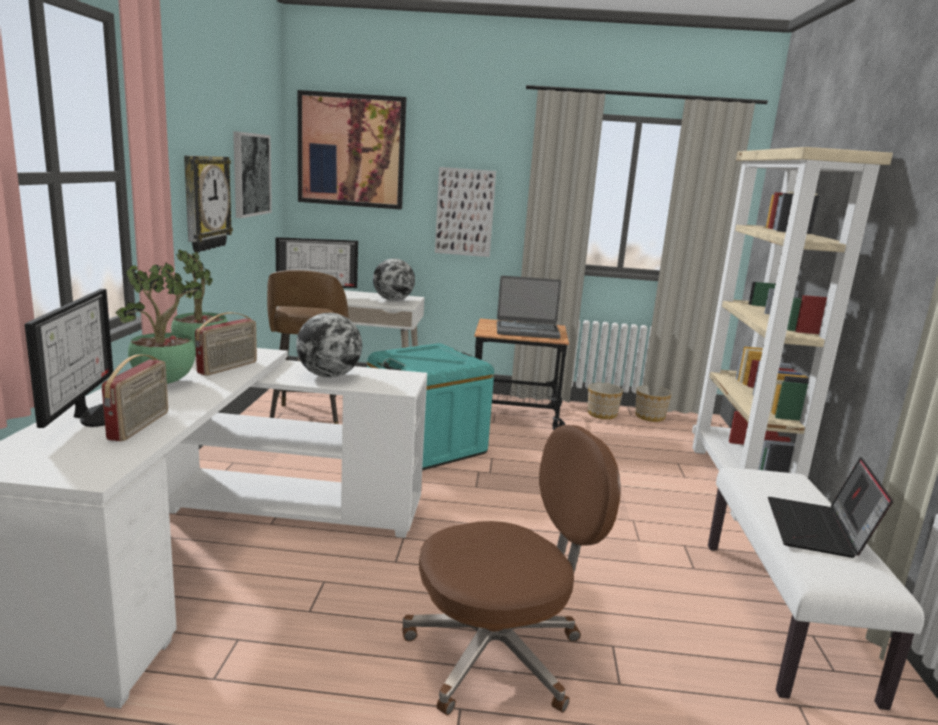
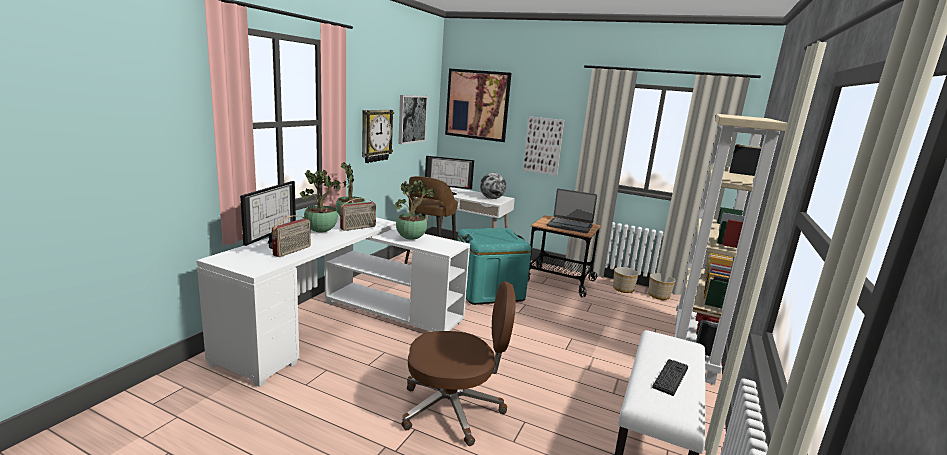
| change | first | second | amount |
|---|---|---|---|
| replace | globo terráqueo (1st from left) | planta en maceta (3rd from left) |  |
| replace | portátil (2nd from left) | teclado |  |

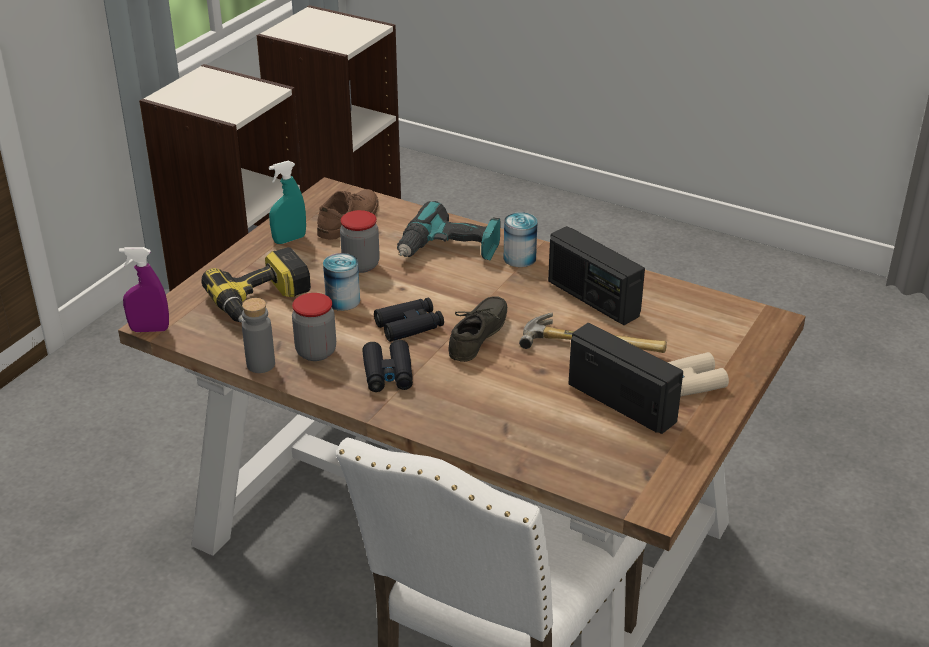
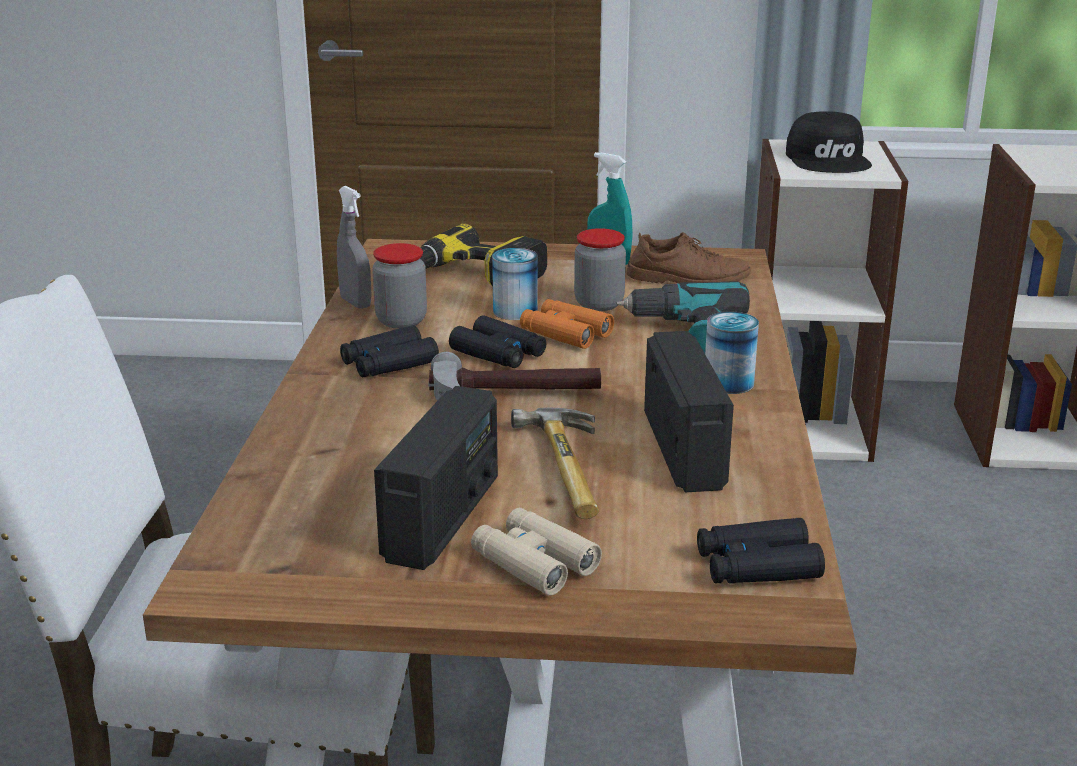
| change | first | second | amount |
|---|---|---|---|
| delete | pulverizador/morado |  |  |
| insert |  | prismáticos/naranja |  |
| insert |  | prismáticos/negro (3rd from left) |  |
| insert |  | gorra/negro |  |
| replace | botella/gris | pulverizador/gris |  |
| replace | zapato/gris | martillo (1st from left) |  |
| rotate | radio (1st from left in the first image) | radio (2nd from left) | 150 degrees clockwise |

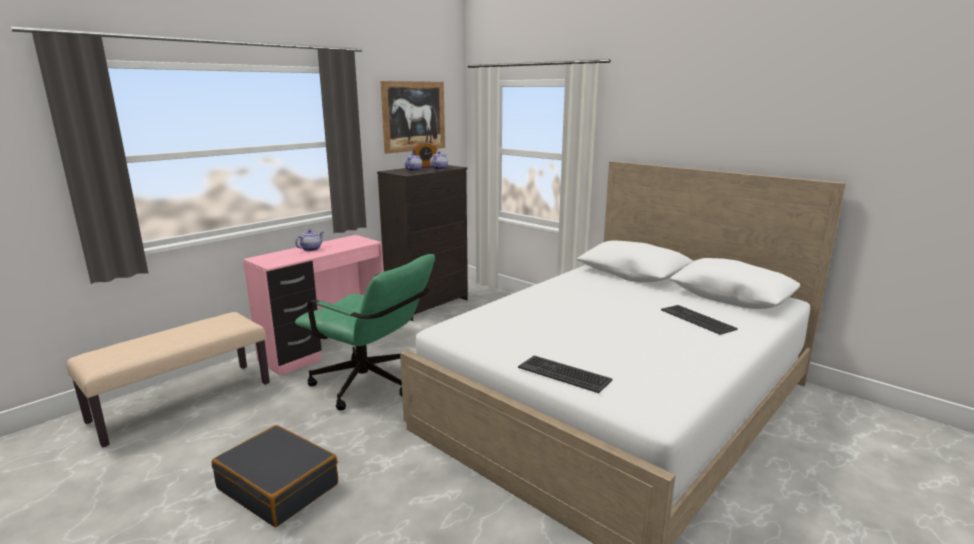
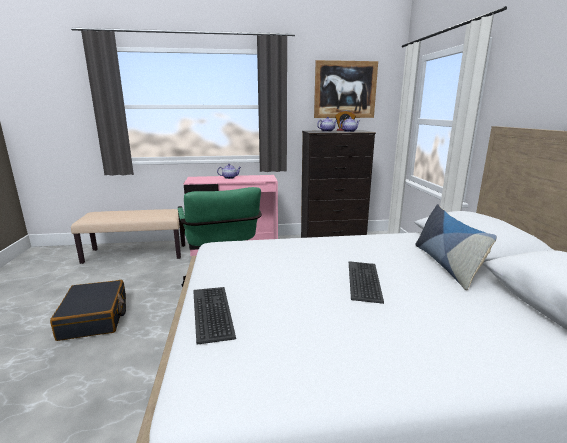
| change | first | second | amount |
|---|---|---|---|
| insert |  | cojín |  |
| move | teclado (2nd from left) |  |  |

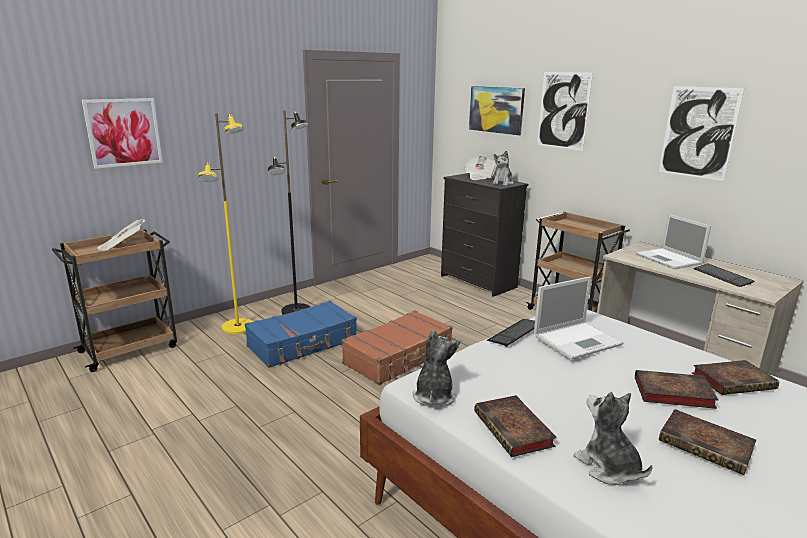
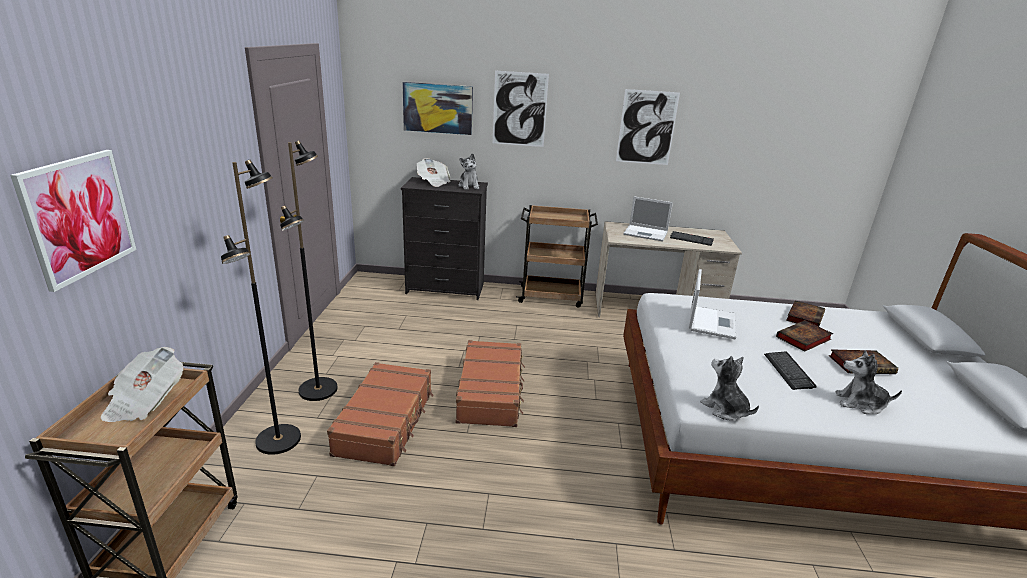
| change | first | second | amount |
|---|---|---|---|
| delete | libro (1st from left) |  |  |
| move | teclado (1st from left in the first image) | teclado (2nd from left) |  |
| recolor | lámpara de pie/amarillo | lámpara de pie/negro (1st from left) |  |
| recolor | maleta/azul | maleta/marrón (1st from left) |  |

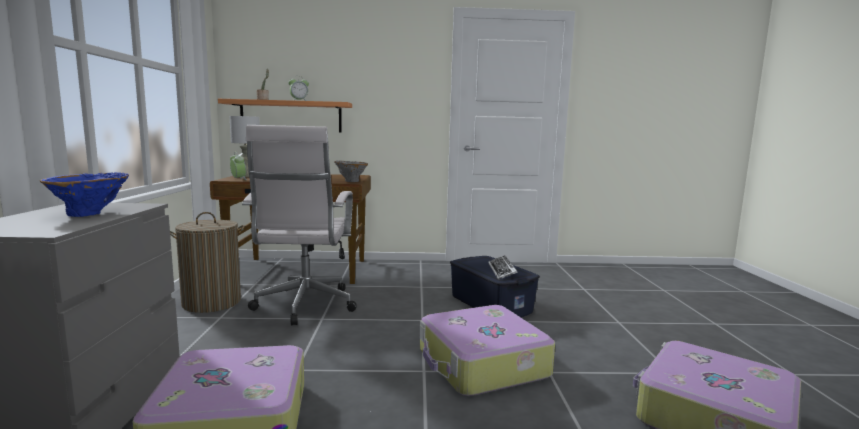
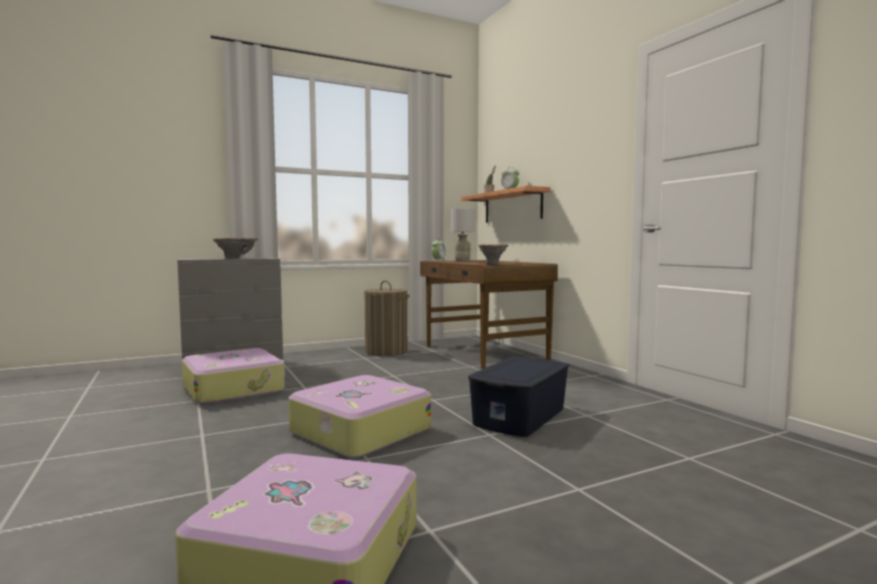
| change | first | second | amount |
|---|---|---|---|
| delete | silla de oficina/blanco |  |  |
| delete | teclado |  |  |
| recolor | florero/azul | florero/gris (1st from left) |  |

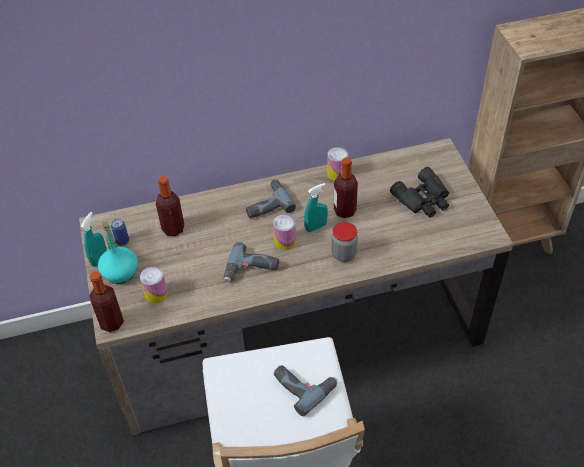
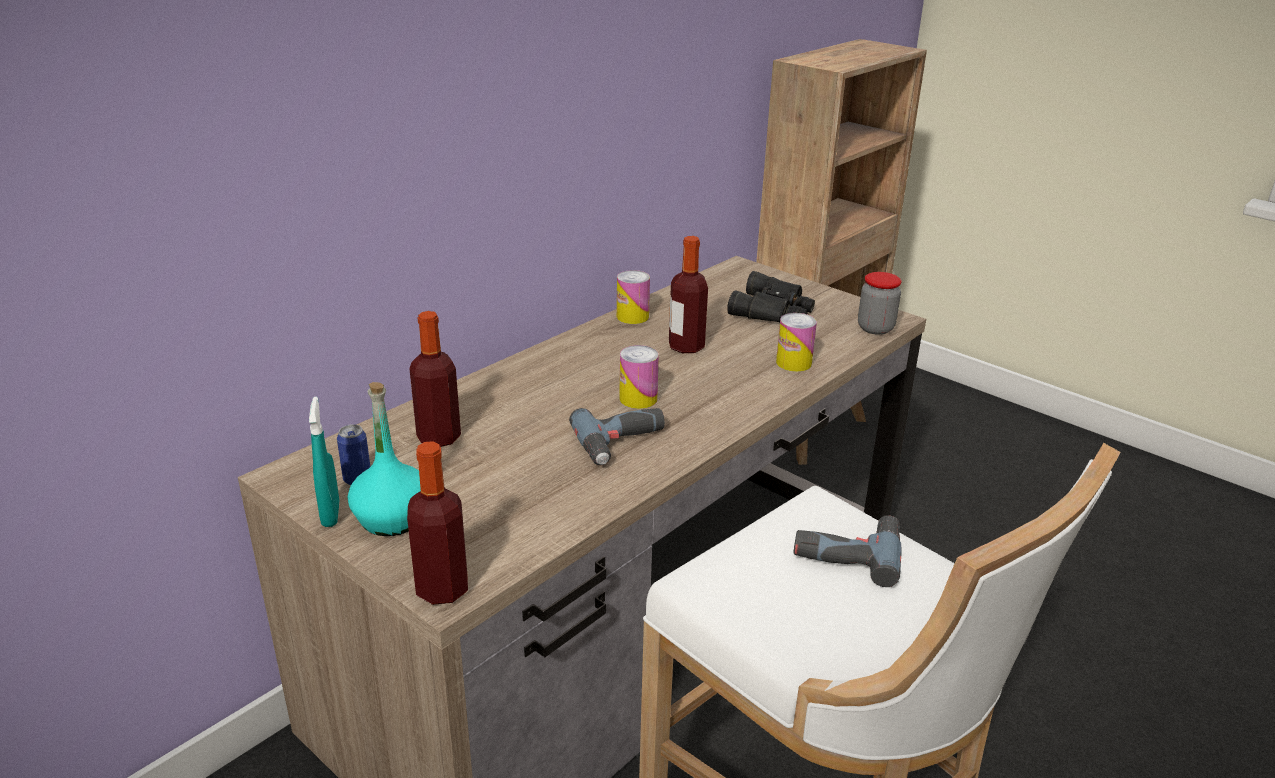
| change | first | second | amount |
|---|---|---|---|
| delete | taladro (2nd from left) |  |  |
| delete | pulverizador/turquesa (2nd from left) |  |  |
| move | lata (2nd from left in the first image) | lata (4th from left) |  |
| move | tarro |  |  |

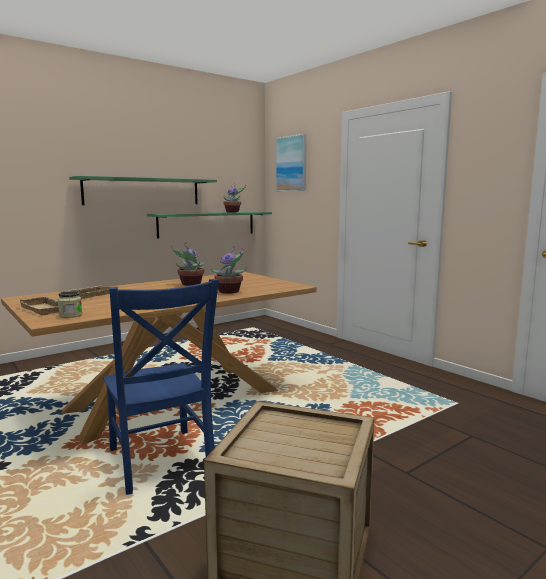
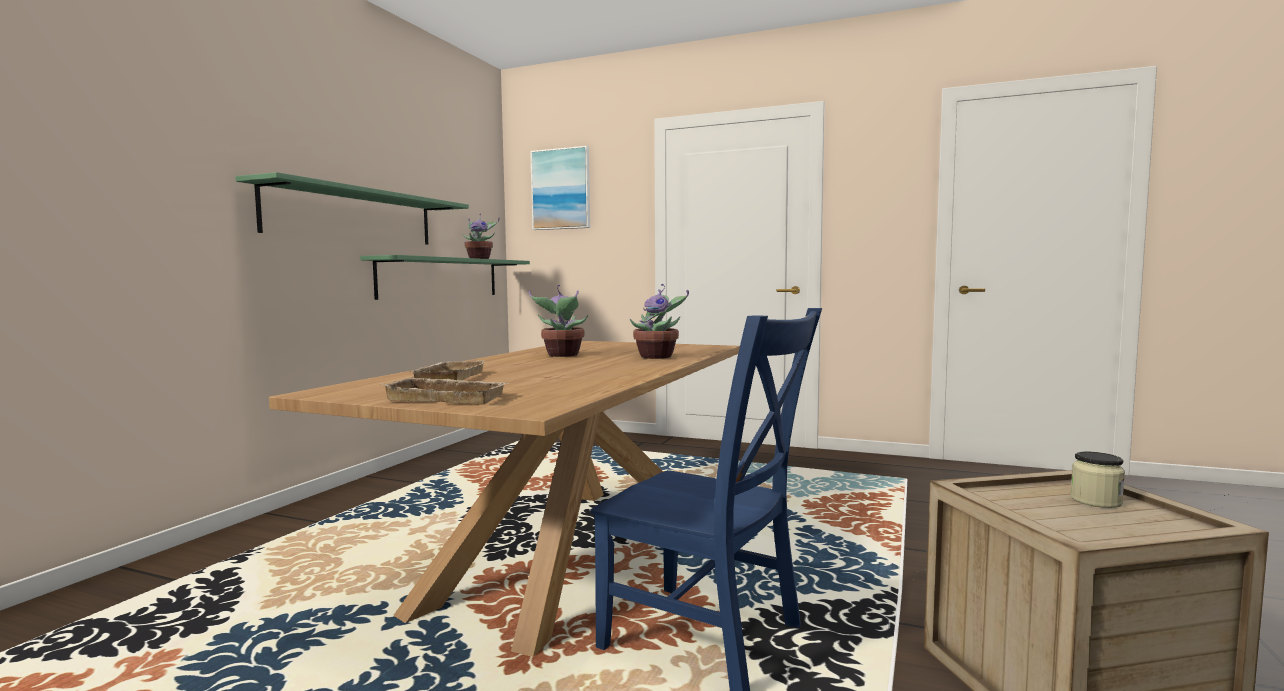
| change | first | second | amount |
|---|---|---|---|
| move | tarro |  |  |

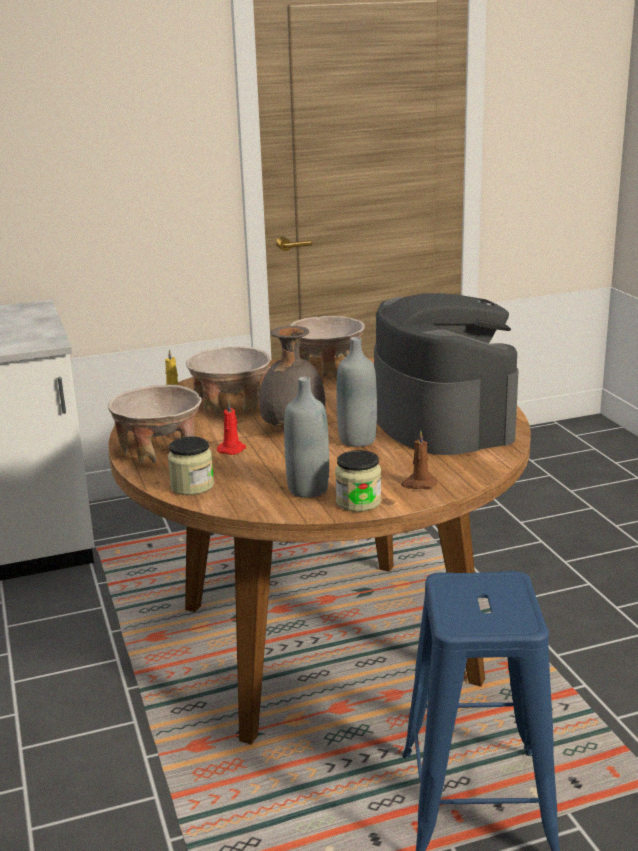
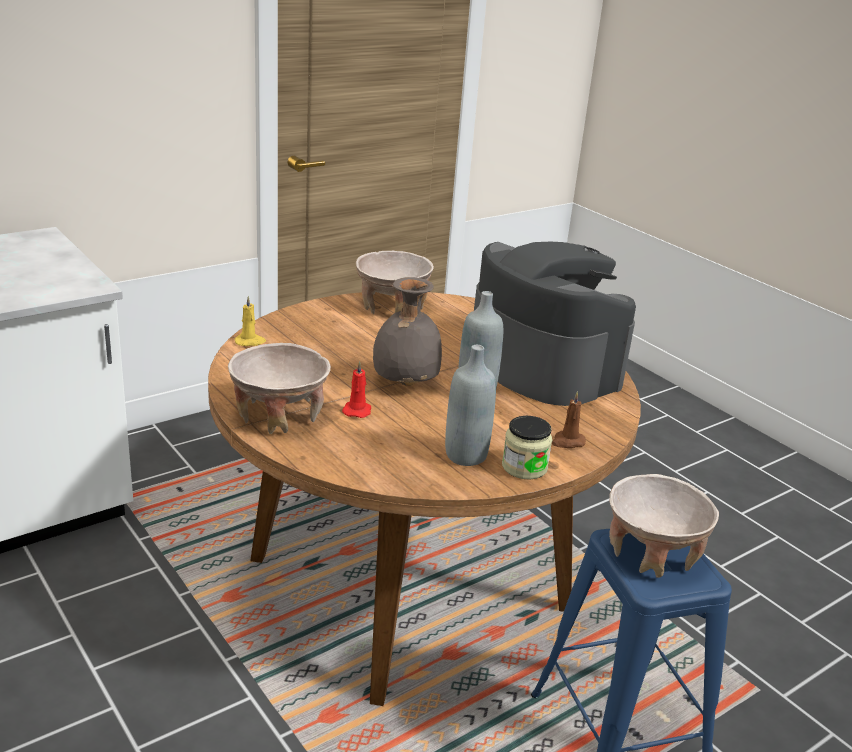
| change | first | second | amount |
|---|---|---|---|
| delete | tarro (1st from left) |  |  |
| move | cuenco/beis (2nd from left in the first image) | cuenco/beis (3rd from left) |  |

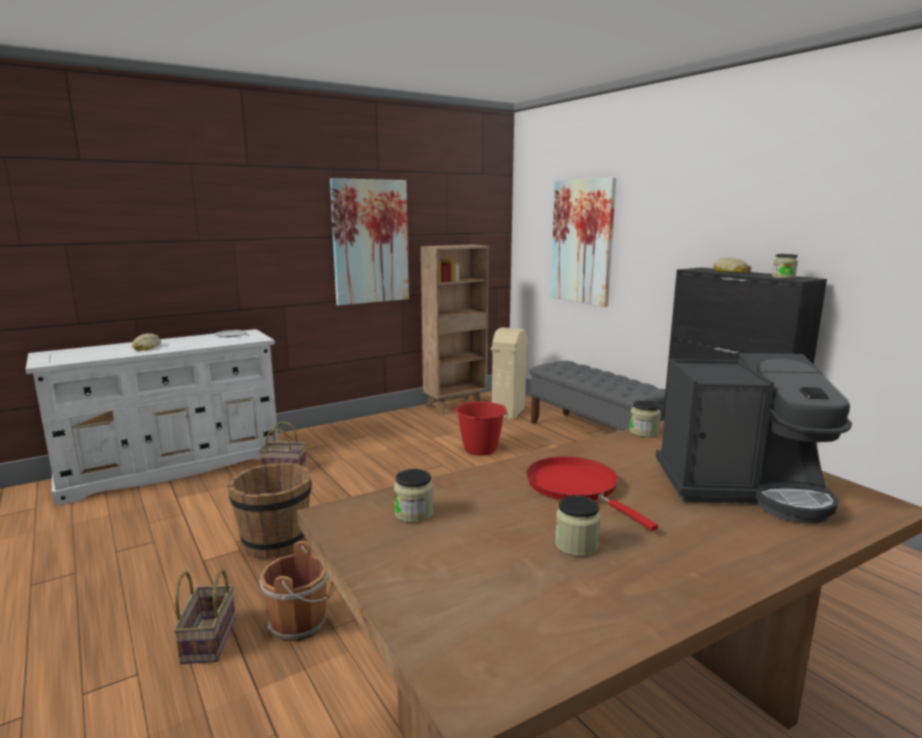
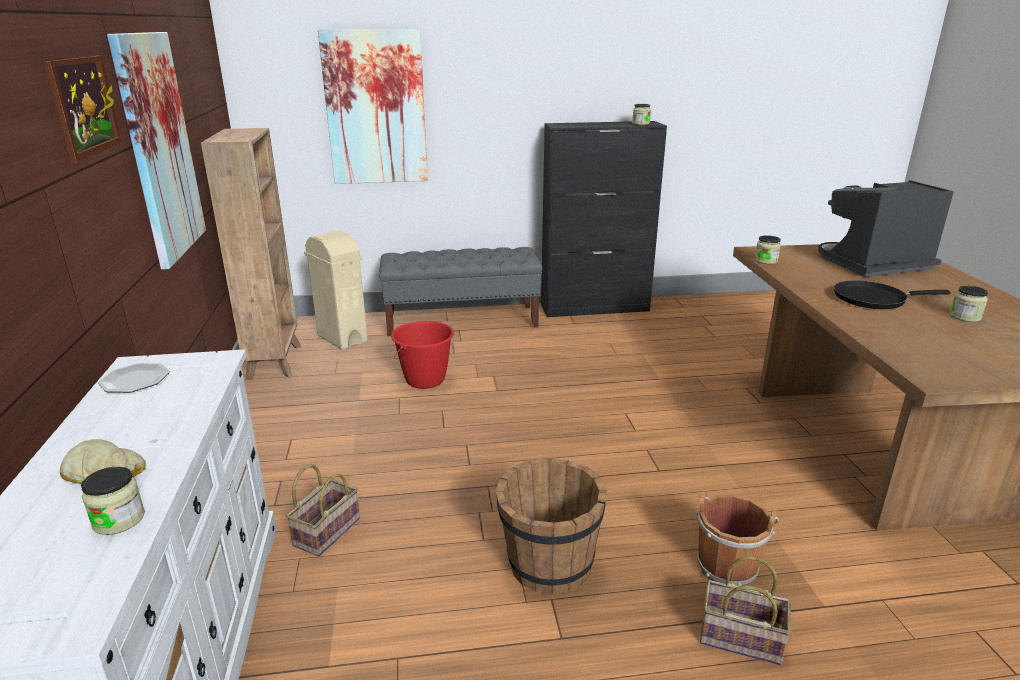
| change | first | second | amount |
|---|---|---|---|
| delete | pan (2nd from left) |  |  |
| insert |  | cuadro (1st from left) |  |
| move | tarro (1st from left) |  |  |
| recolor | sartén/rojo | sartén/negro |  |
| rotate | cafetera |  | 135 degrees counterclockwise |

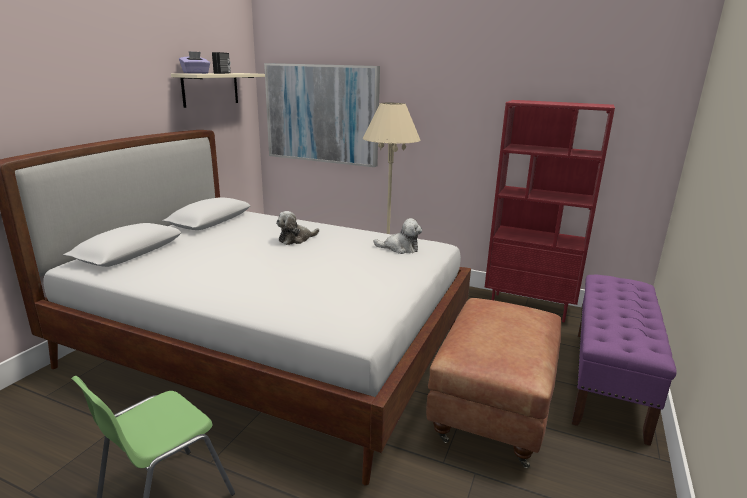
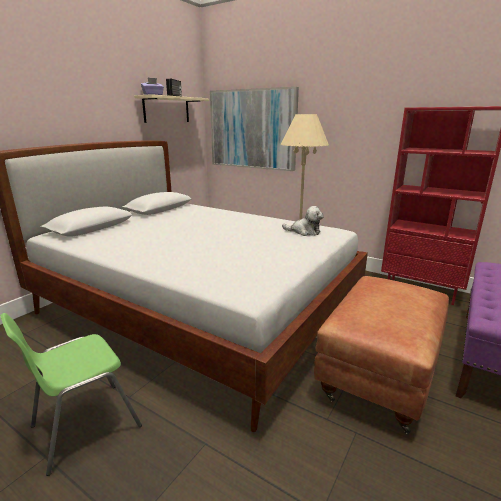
| change | first | second | amount |
|---|---|---|---|
| delete | peluche (1st from left) |  |  |

